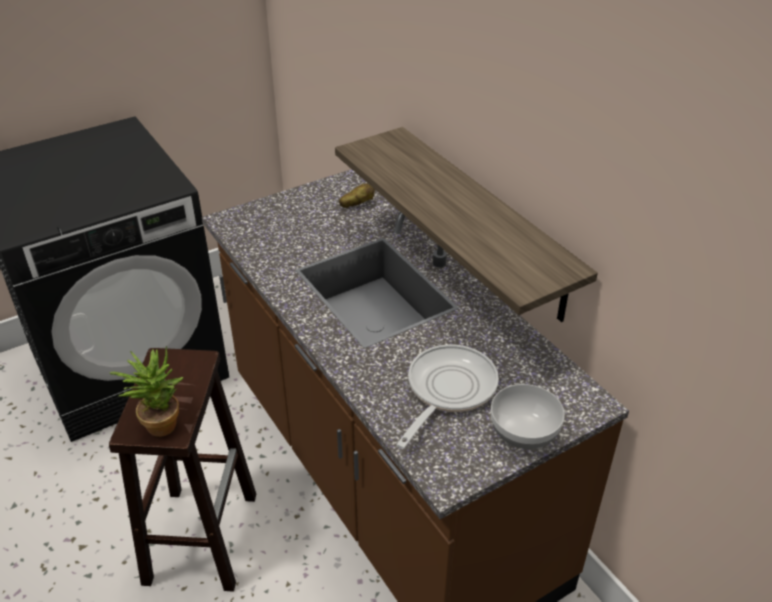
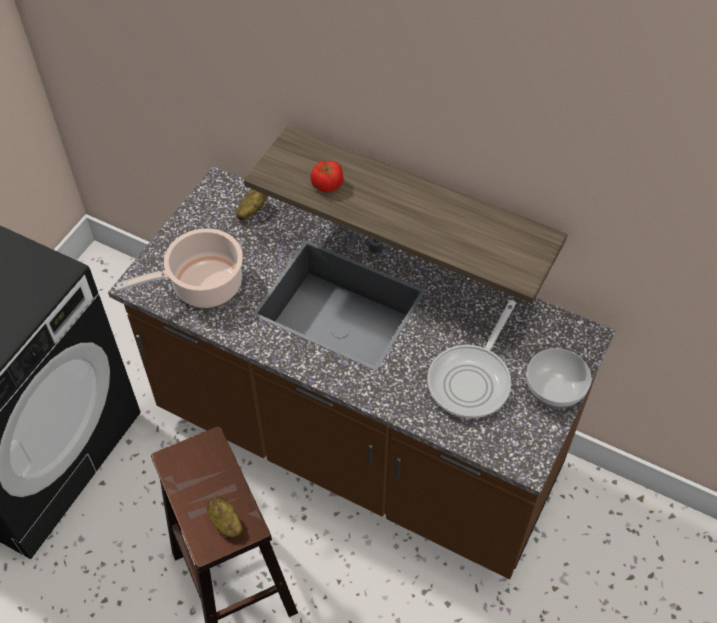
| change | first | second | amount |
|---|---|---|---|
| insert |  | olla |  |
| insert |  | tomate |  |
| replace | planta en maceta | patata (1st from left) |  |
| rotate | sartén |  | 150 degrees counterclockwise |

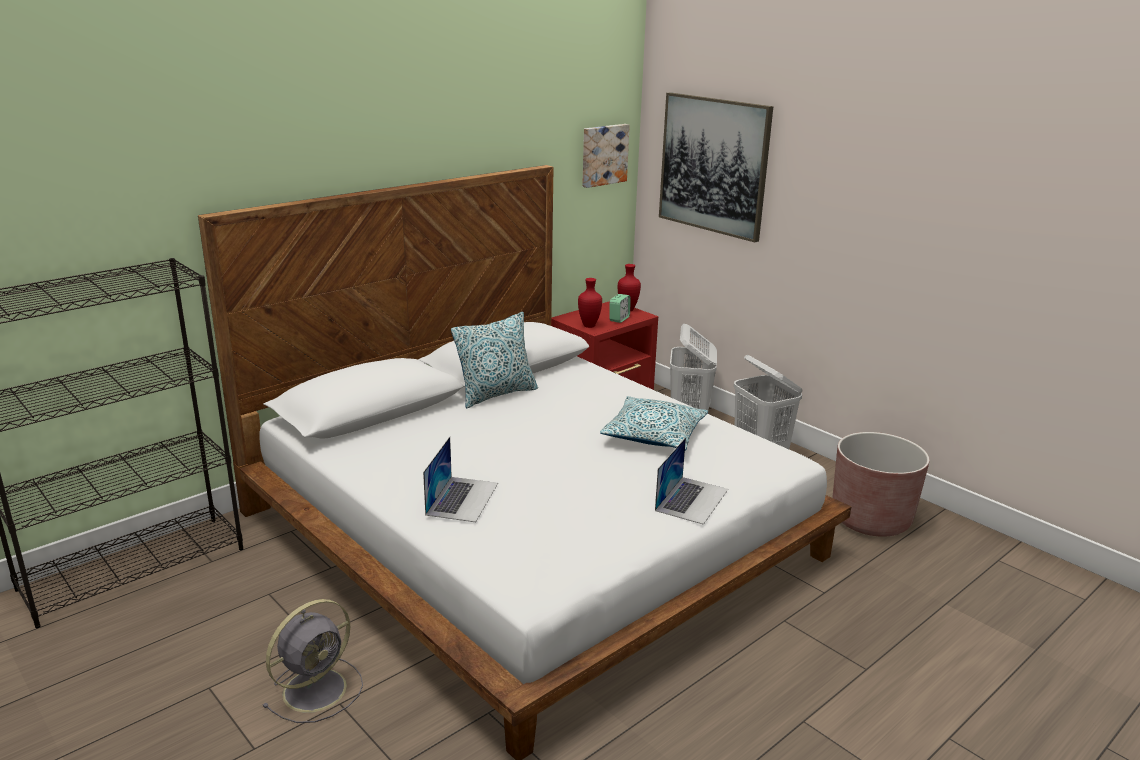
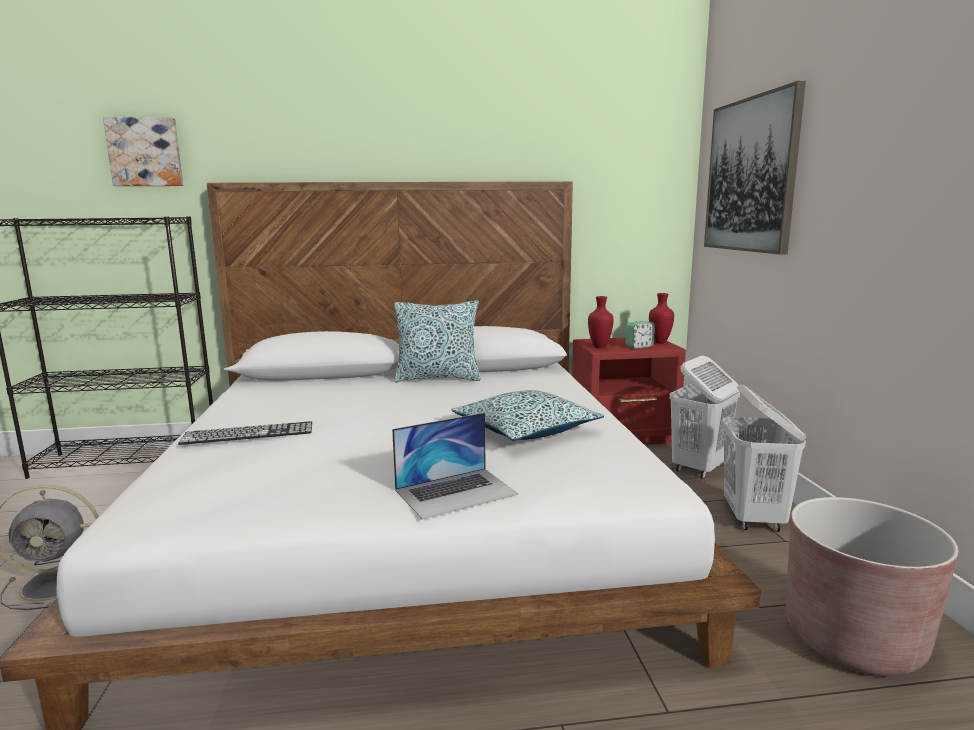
| change | first | second | amount |
|---|---|---|---|
| move | cuadro (1st from left) |  |  |
| replace | portátil (1st from left) | teclado |  |

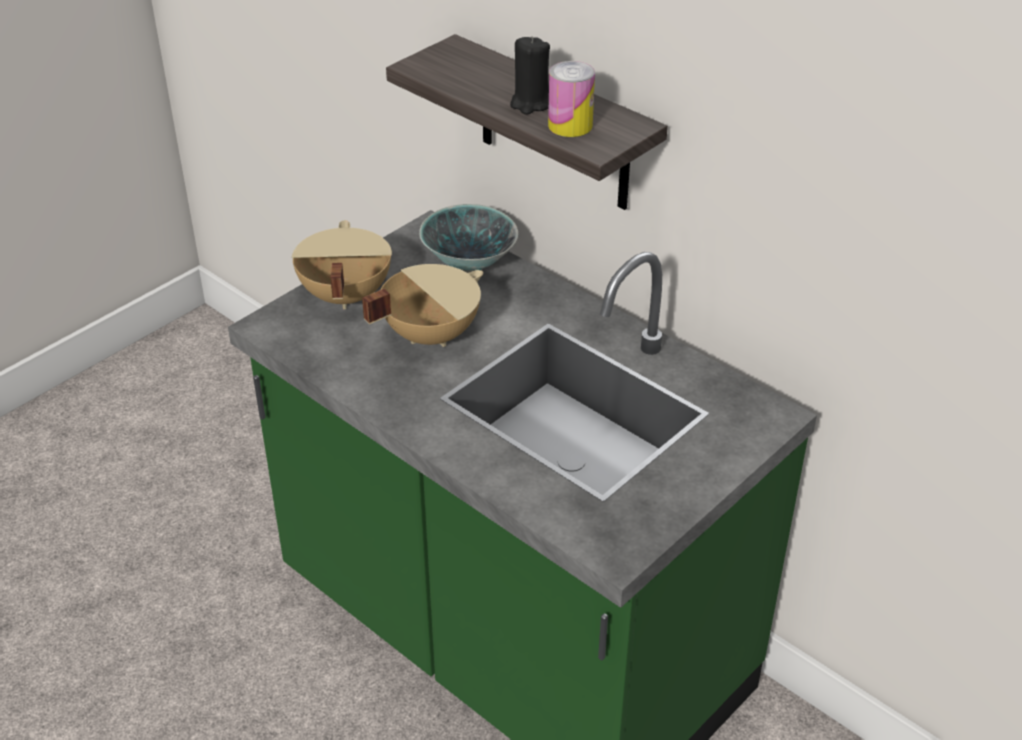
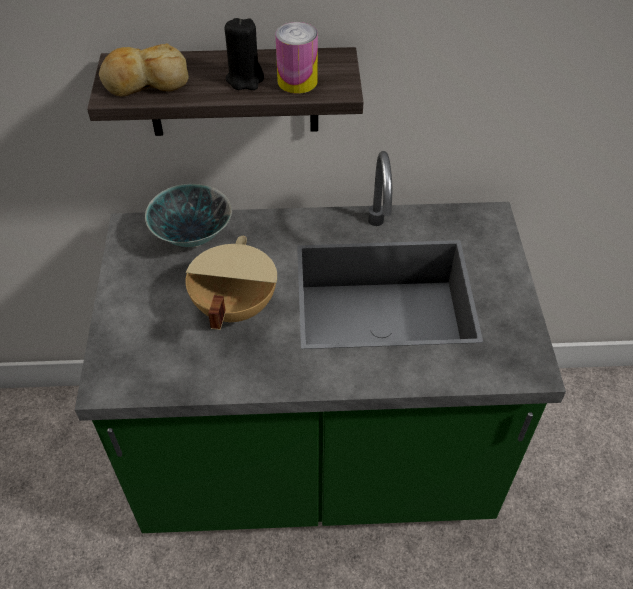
| change | first | second | amount |
|---|---|---|---|
| delete | olla/beis (1st from left) |  |  |
| insert |  | pan |  |

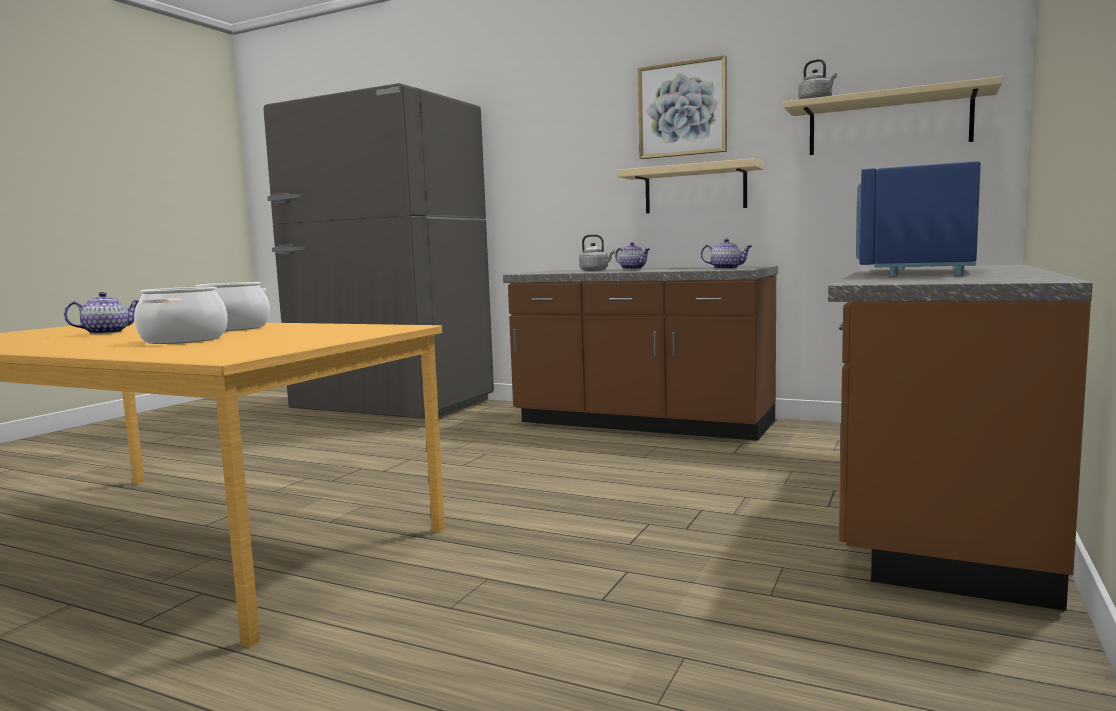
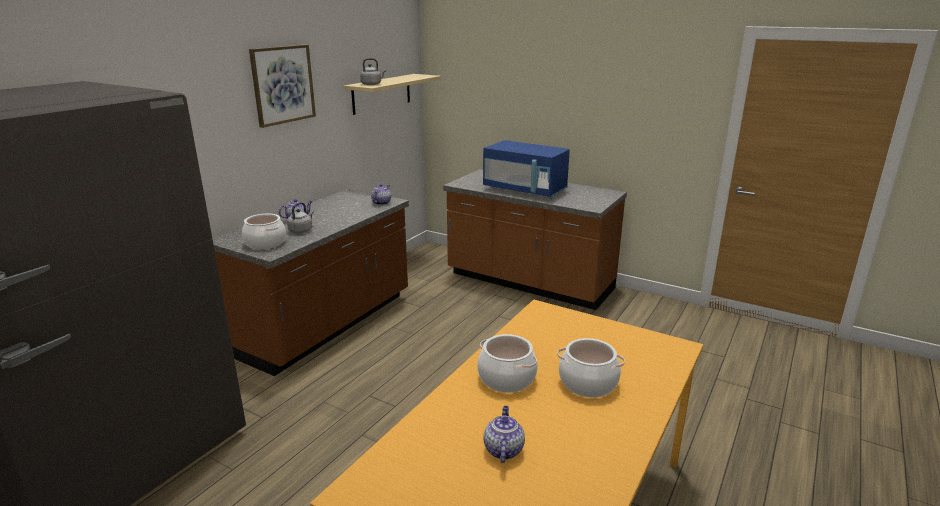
| change | first | second | amount |
|---|---|---|---|
| delete | estante/beis (1st from left) |  |  |
| insert |  | olla (1st from left) |  |
| rotate | tetera (1st from left in the first image) | tetera (3rd from left) | 45 degrees clockwise |

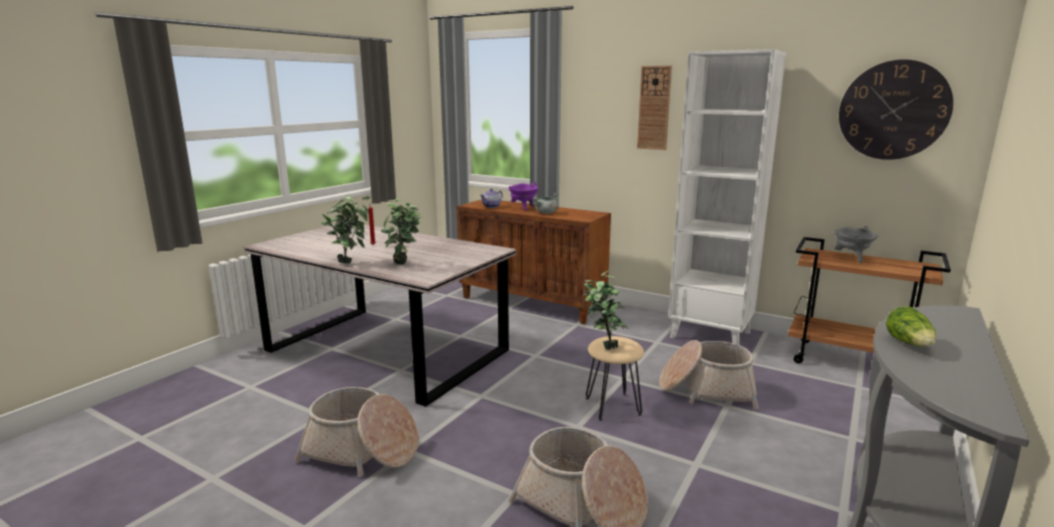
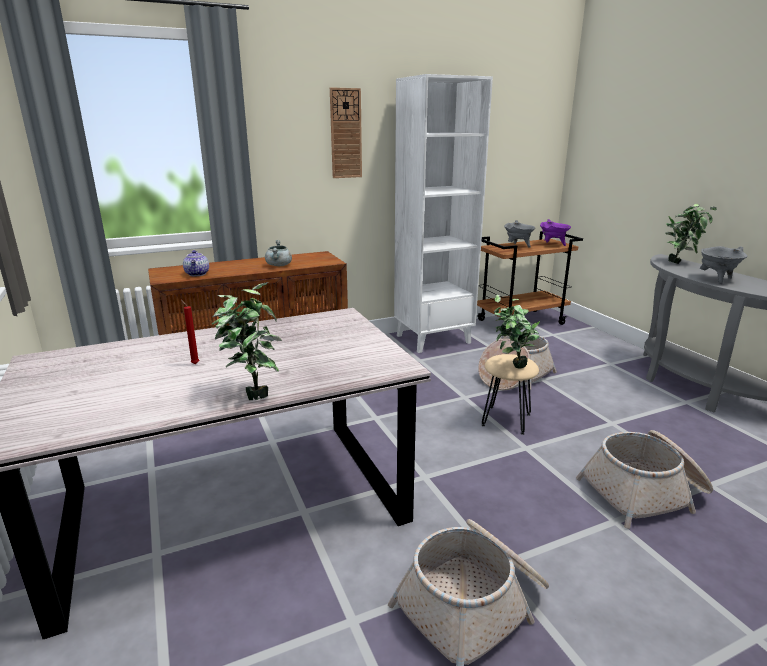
| change | first | second | amount |
|---|---|---|---|
| delete | reloj de pared (2nd from left) |  |  |
| move | planta en maceta (2nd from left in the first image) | planta en maceta (3rd from left) |  |
| move | olla/morado |  |  |
| replace | lechuga | olla/gris (3rd from left) |  |

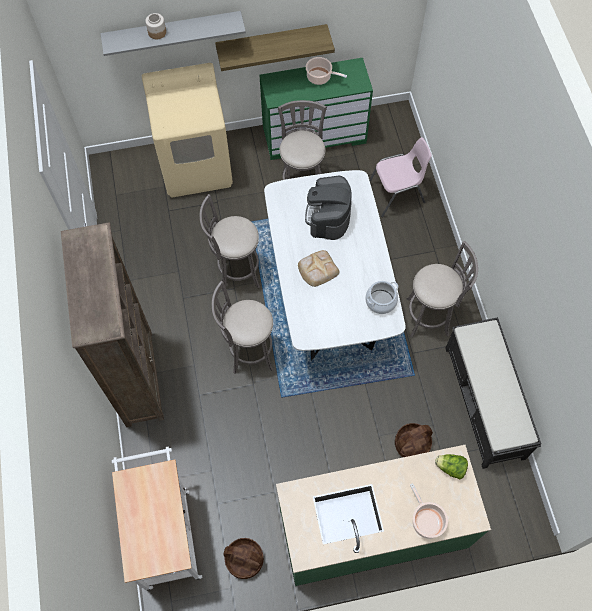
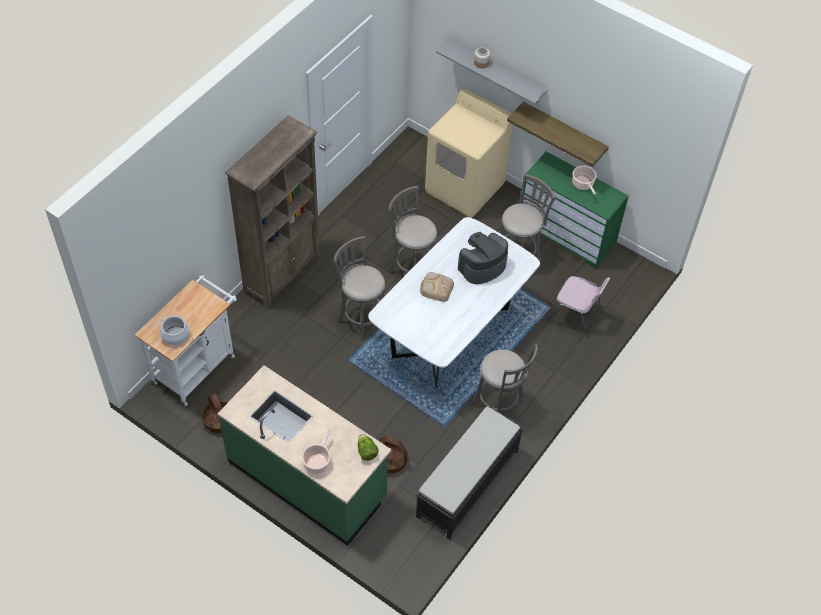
| change | first | second | amount |
|---|---|---|---|
| move | olla (2nd from left in the first image) | olla (1st from left) |  |

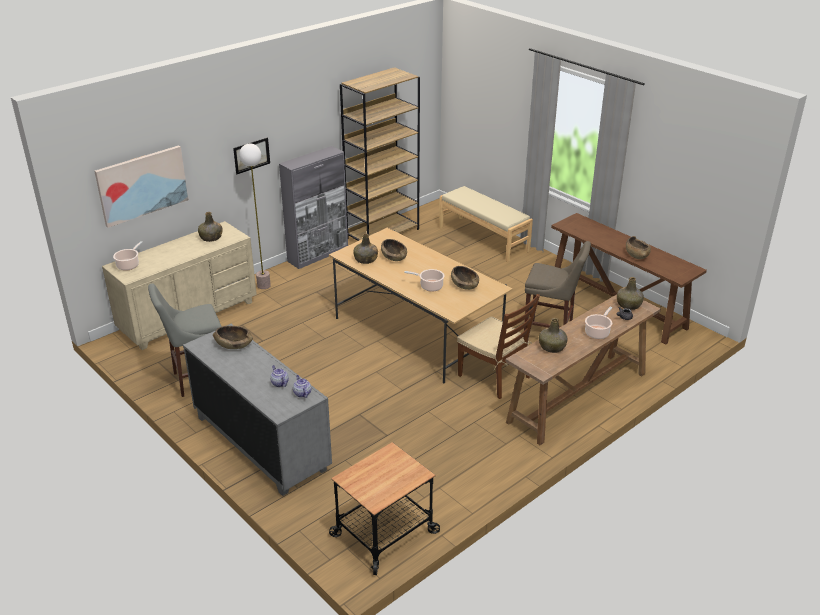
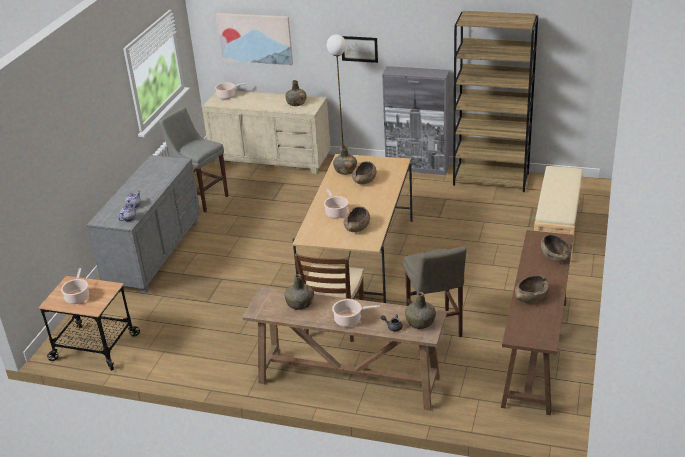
| change | first | second | amount |
|---|---|---|---|
| insert |  | olla (1st from left) |  |
| move | cuenco/marrón (1st from left in the first image) | cuenco/marrón (4th from left) |  |

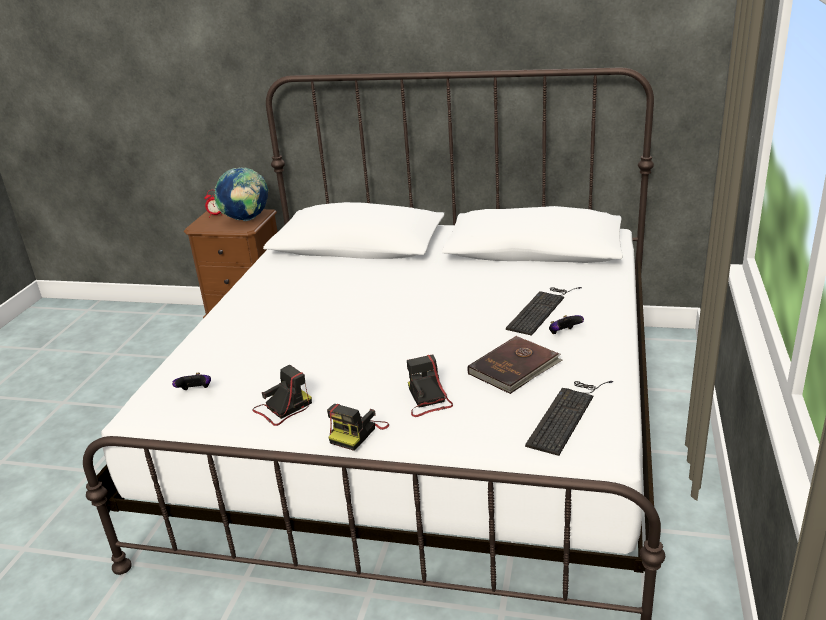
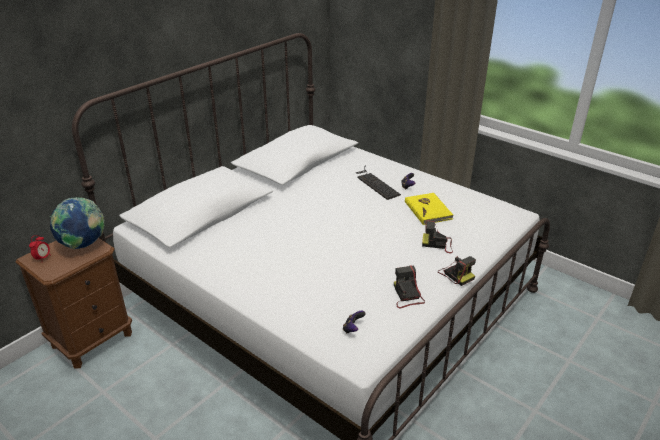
| change | first | second | amount |
|---|---|---|---|
| delete | teclado (2nd from left) |  |  |
| recolor | libro/marrón | libro/amarillo |  |

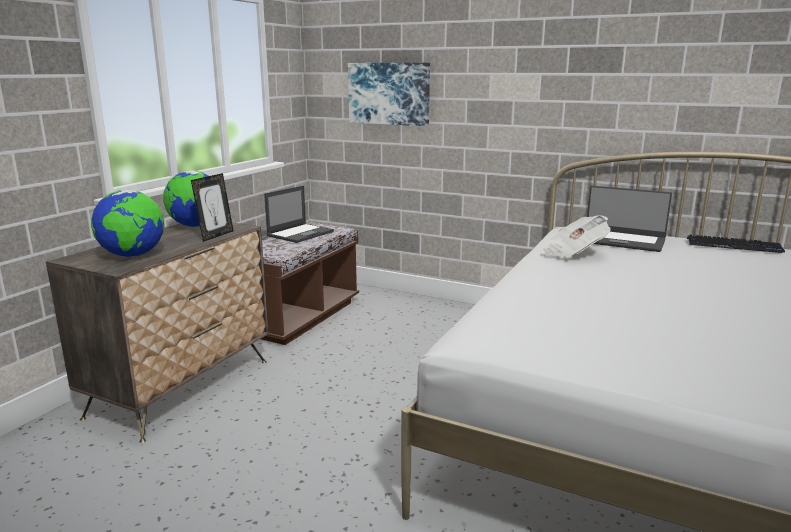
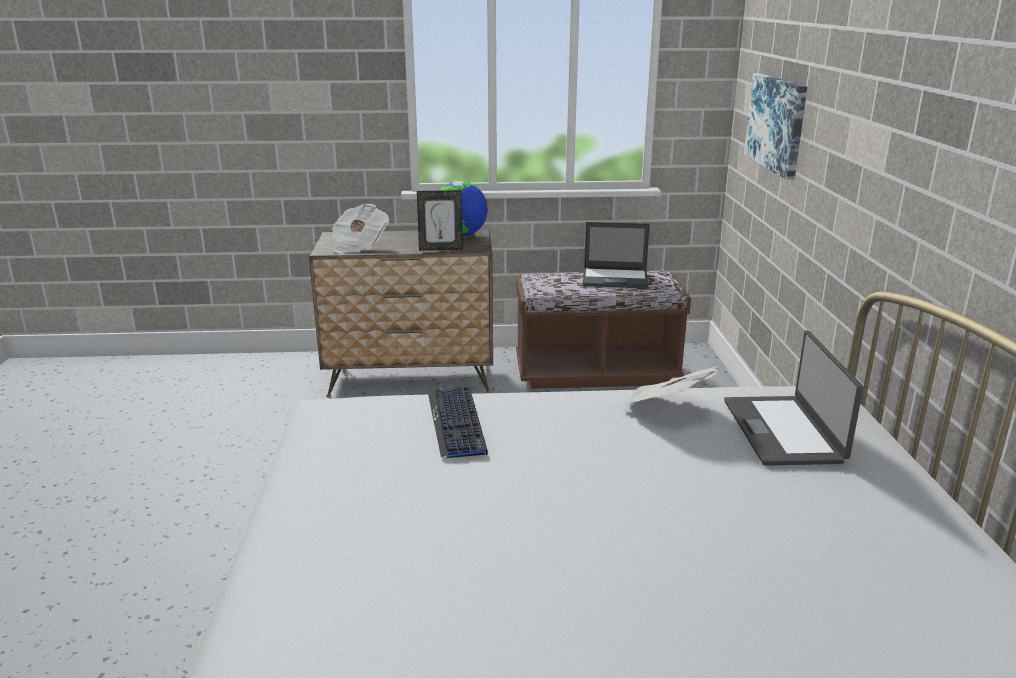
| change | first | second | amount |
|---|---|---|---|
| move | teclado |  |  |
| replace | globo terráqueo (1st from left) | periódico (1st from left) |  |

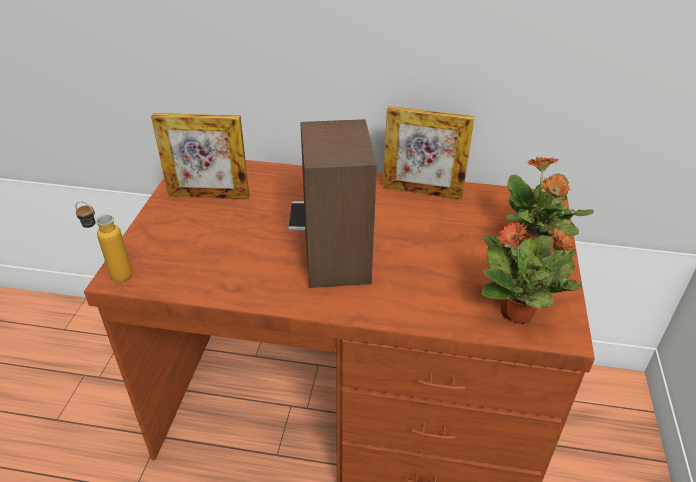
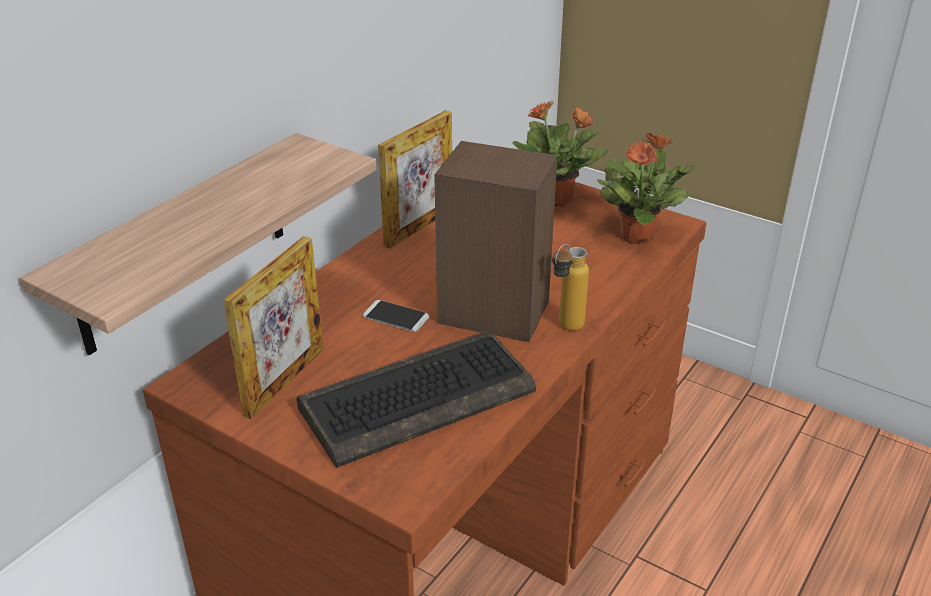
| change | first | second | amount |
|---|---|---|---|
| insert |  | estante |  |
| insert |  | teclado |  |
| move | botella |  |  |

